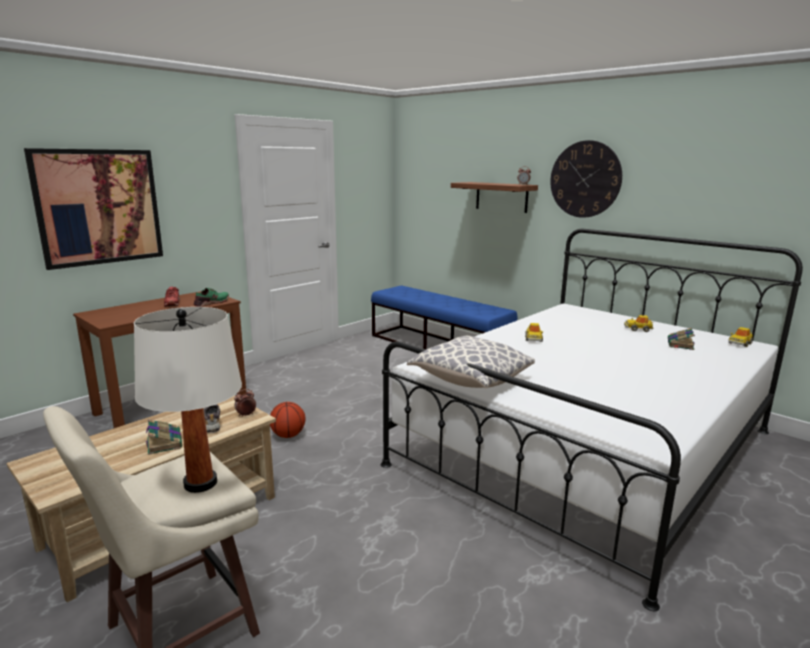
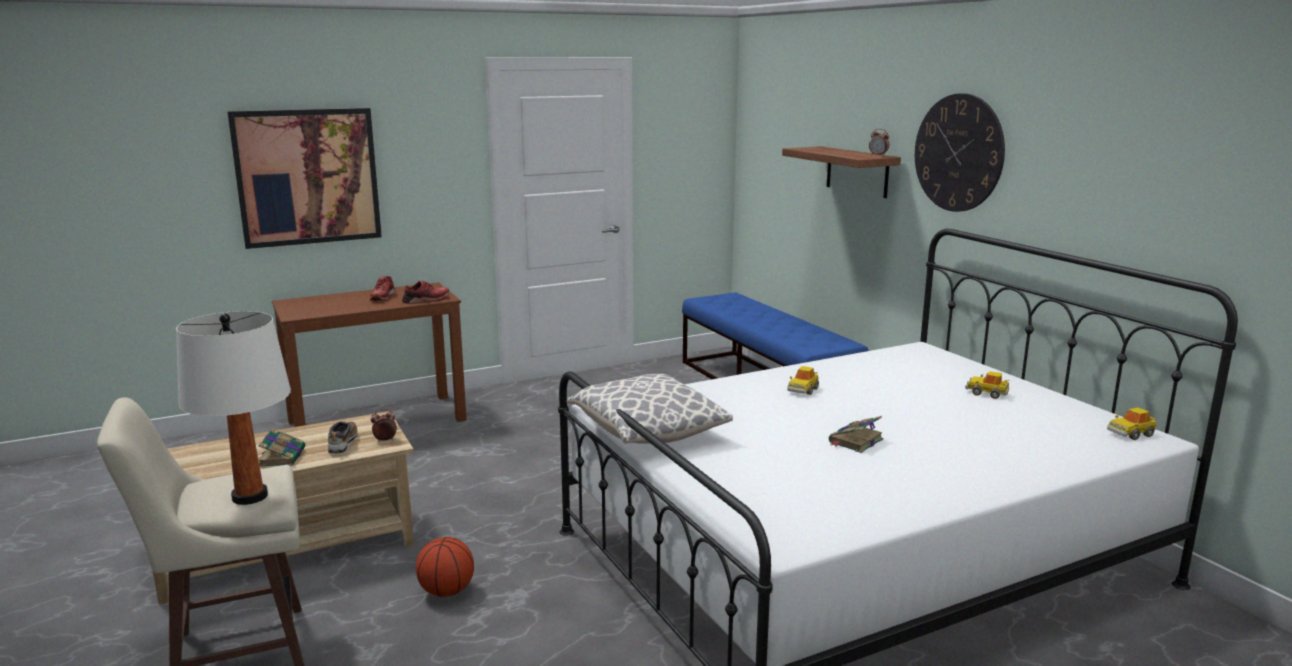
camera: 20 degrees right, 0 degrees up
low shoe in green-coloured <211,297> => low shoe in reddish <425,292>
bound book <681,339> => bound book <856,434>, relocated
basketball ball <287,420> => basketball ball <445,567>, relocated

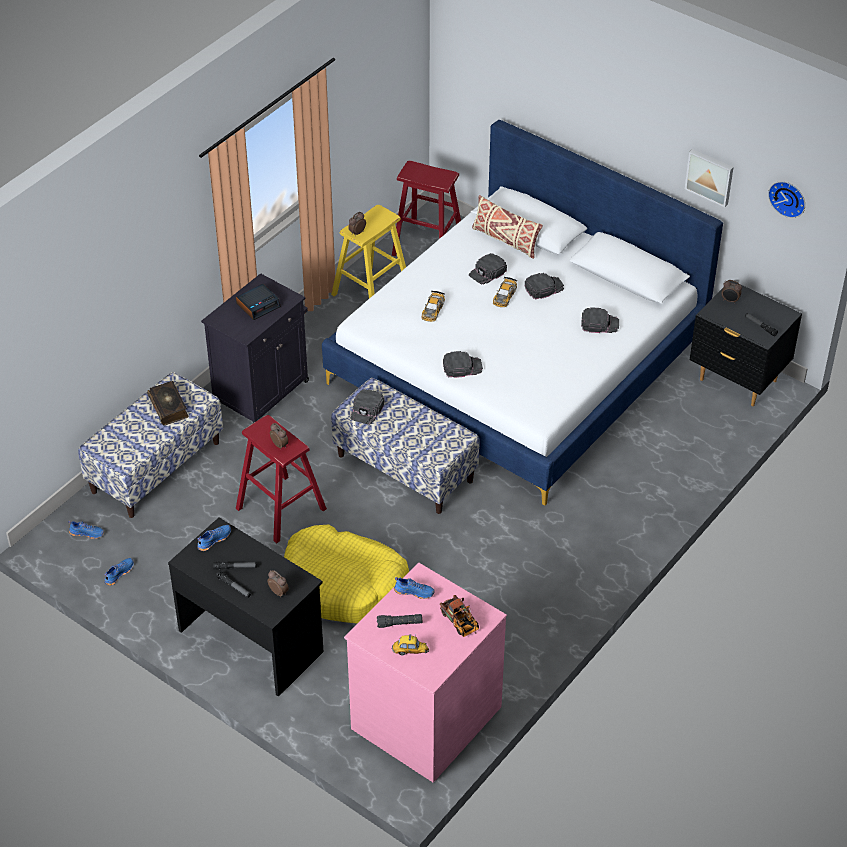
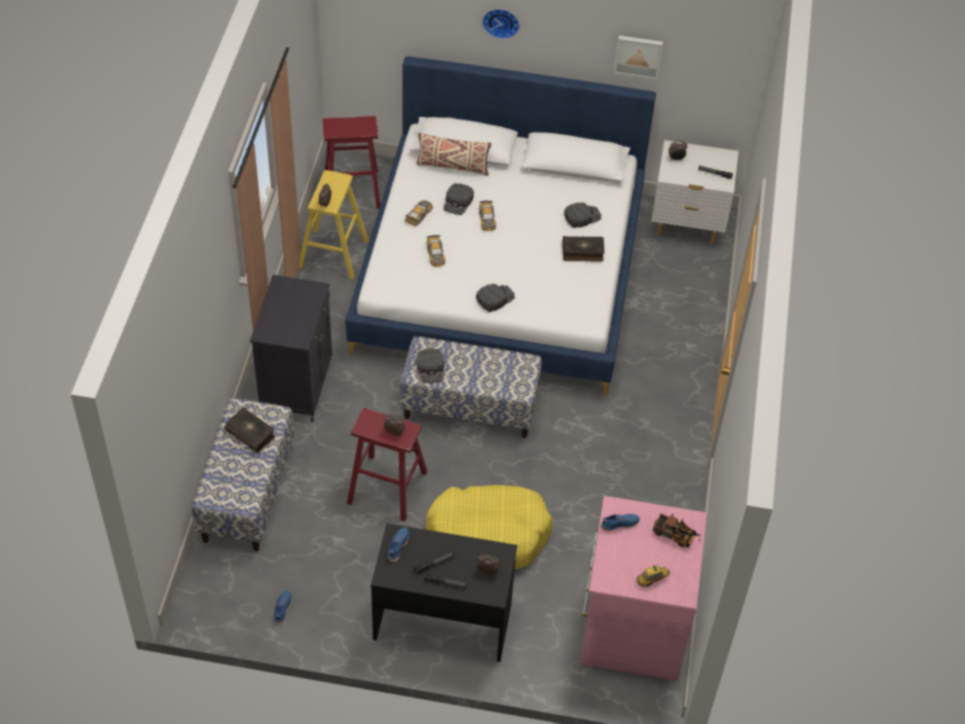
camera: 30 degrees left, 5 degrees up
wall clock <786,199> => wall clock <501,24>, relocated
baseball cap in black-coloured <544,286> => nothing
nightstand in black-coloured <746,343> => nightstand in white-coloured <695,192>
bedside clock <258,302> => nothing
low shoe in blue <86,530> => nothing
hand torch in black-coloured <399,621> => nothing
nothing => toy car <419,213>
nothing => bound book <583,249>

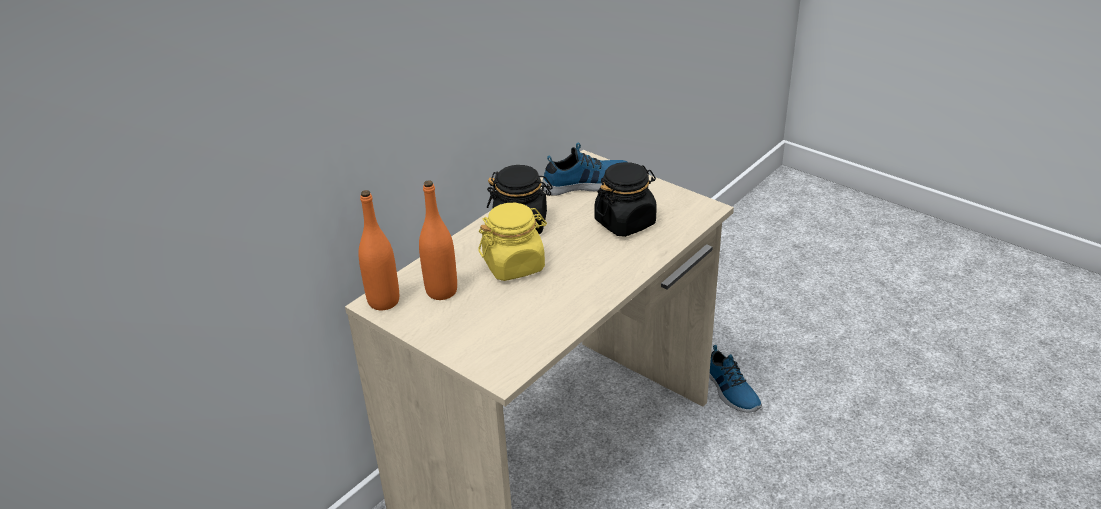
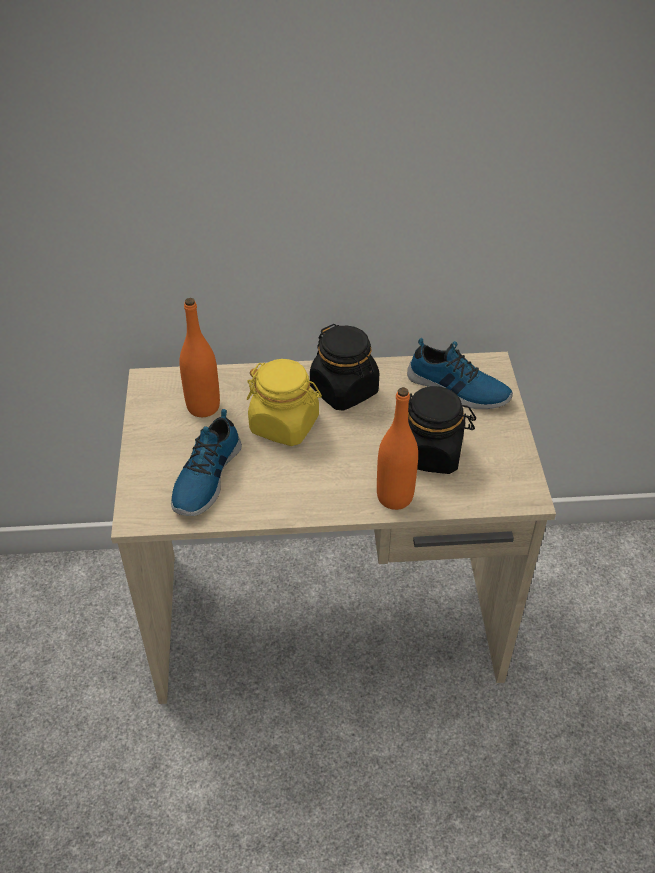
camera: 45 degrees right, 10 degrees up
drink bottle in orange-coloured <378,250> => drink bottle in orange-coloured <397,448>, relocated
low shoe <735,379> => low shoe <206,462>, relocated

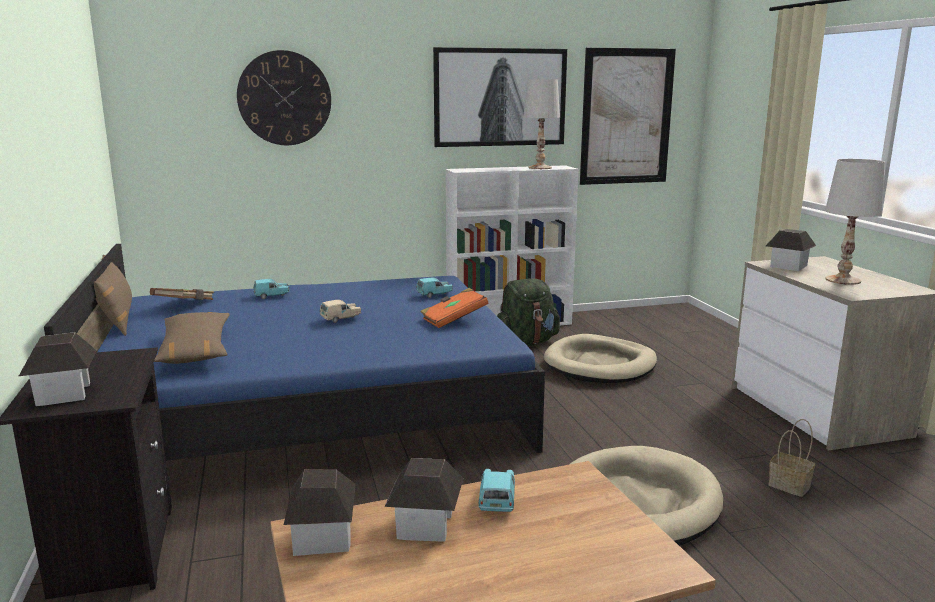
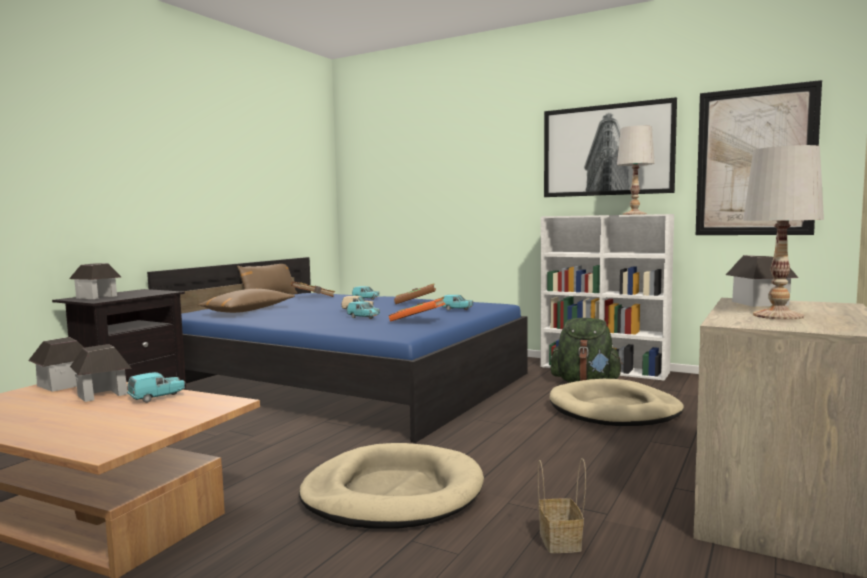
camera: 45 degrees right, 10 degrees down
wall clock <284,97> => nothing
nothing => bound book in brown <415,293>
nothing => toy car in turquoise-coloured <363,310>

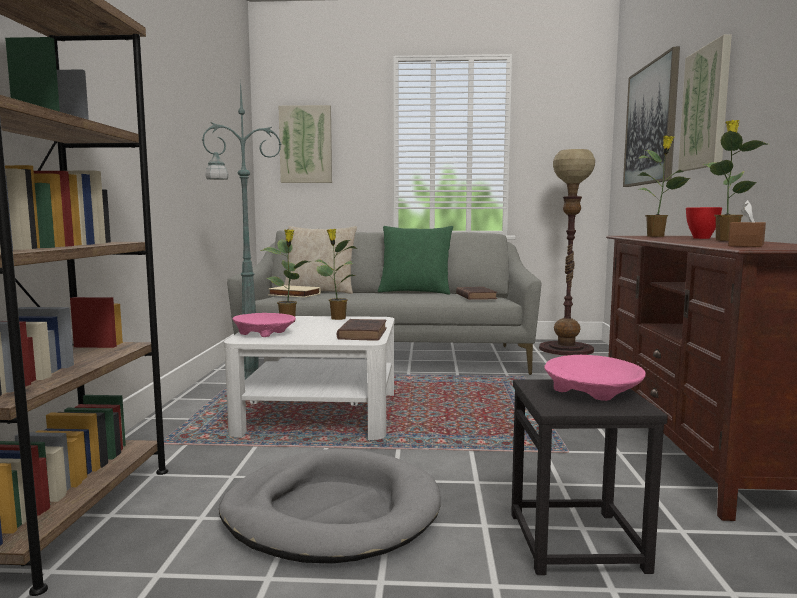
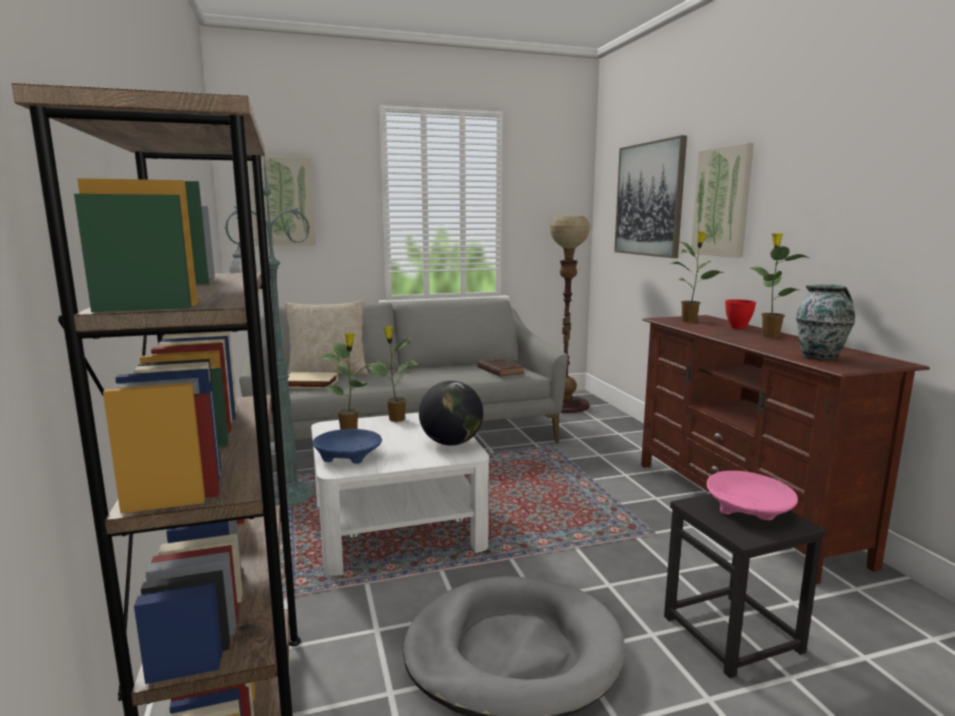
camera: 20 degrees left, 5 degrees up
tissue box in brown <747,223> => decorative vase <825,322>
cushion in green-coloured <415,260> => nothing
serving bowl in pink-coloured <264,325> => serving bowl in blue <347,446>
bound book in brown <362,330> => desk globe <451,413>

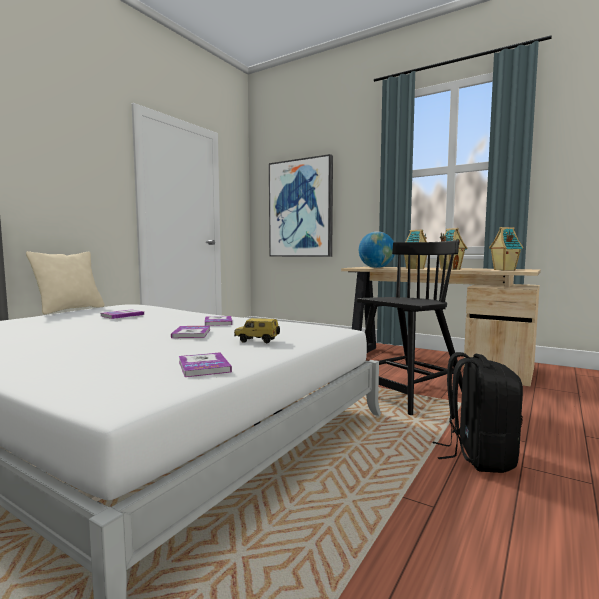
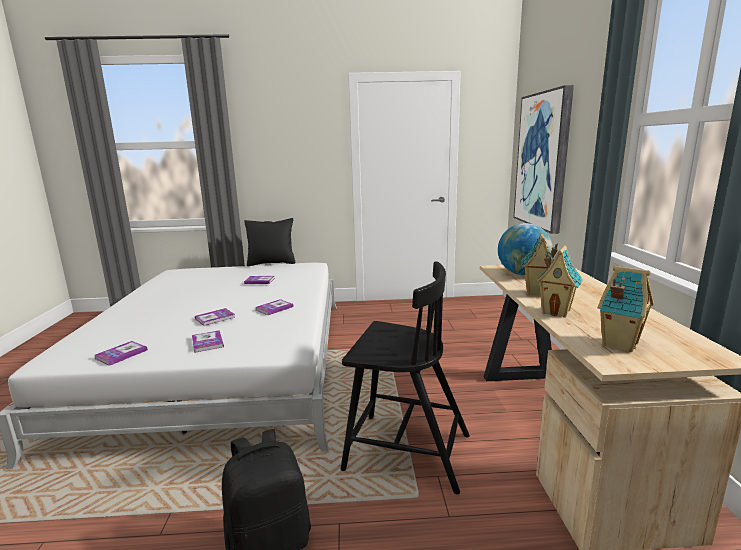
camera: 55 degrees right, 10 degrees up
cushion in sand-coloured <65,282> => cushion in black-coloured <269,242>
toy car <257,331> => bound book <208,341>

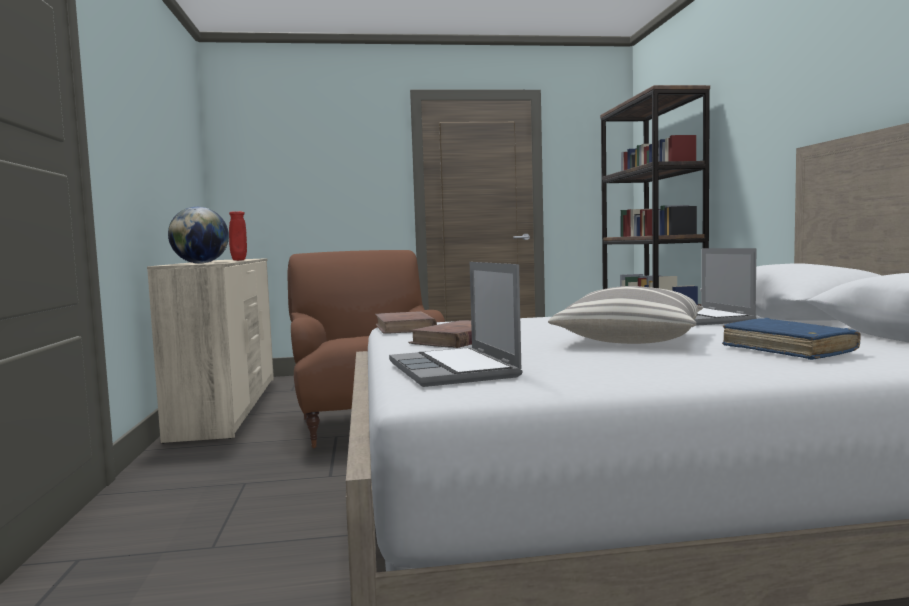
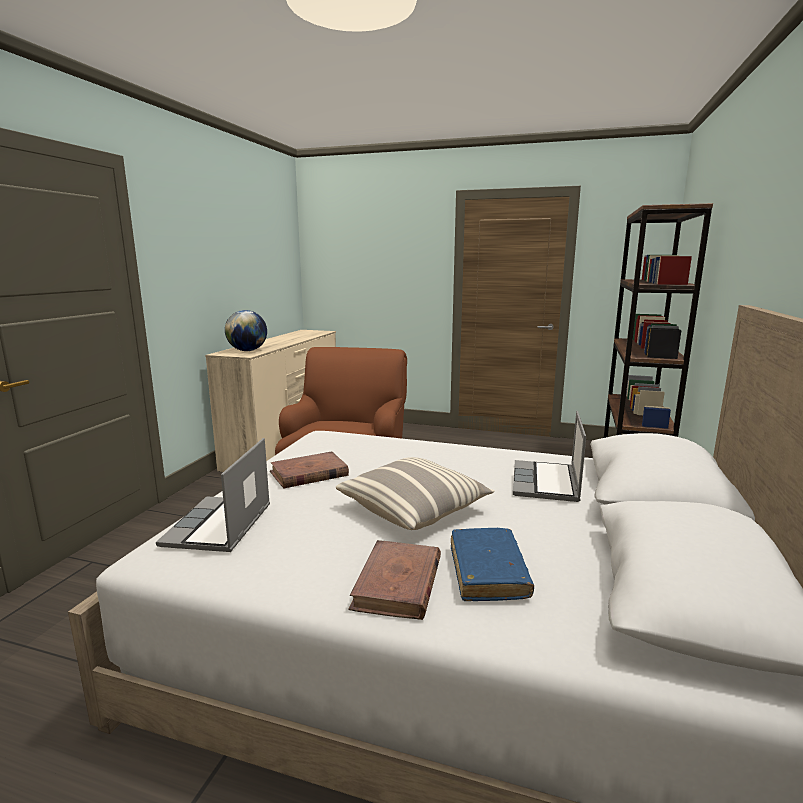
camera: 25 degrees right, 10 degrees up
decorative vase in reddish <238,236> => nothing
bound book in brown <406,322> => bound book in brown <394,580>, relocated

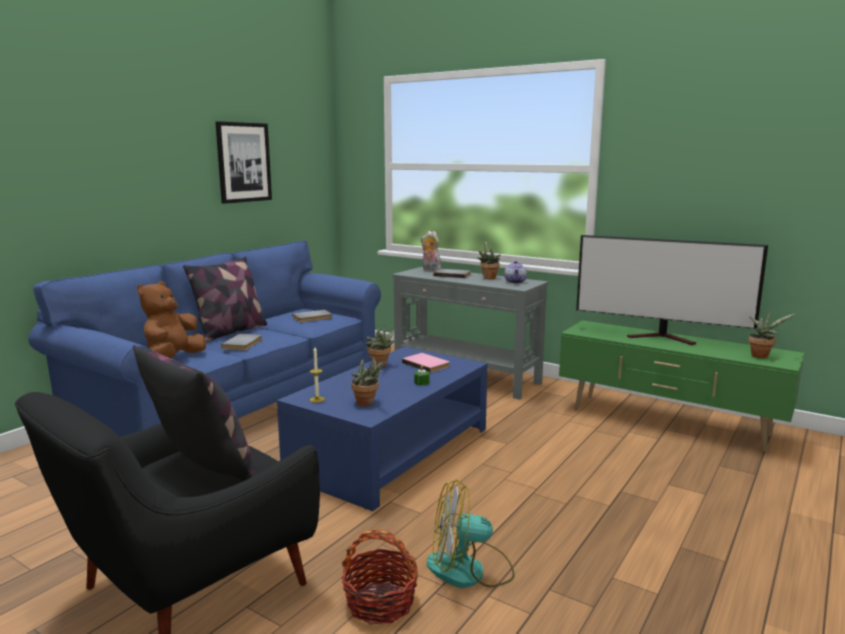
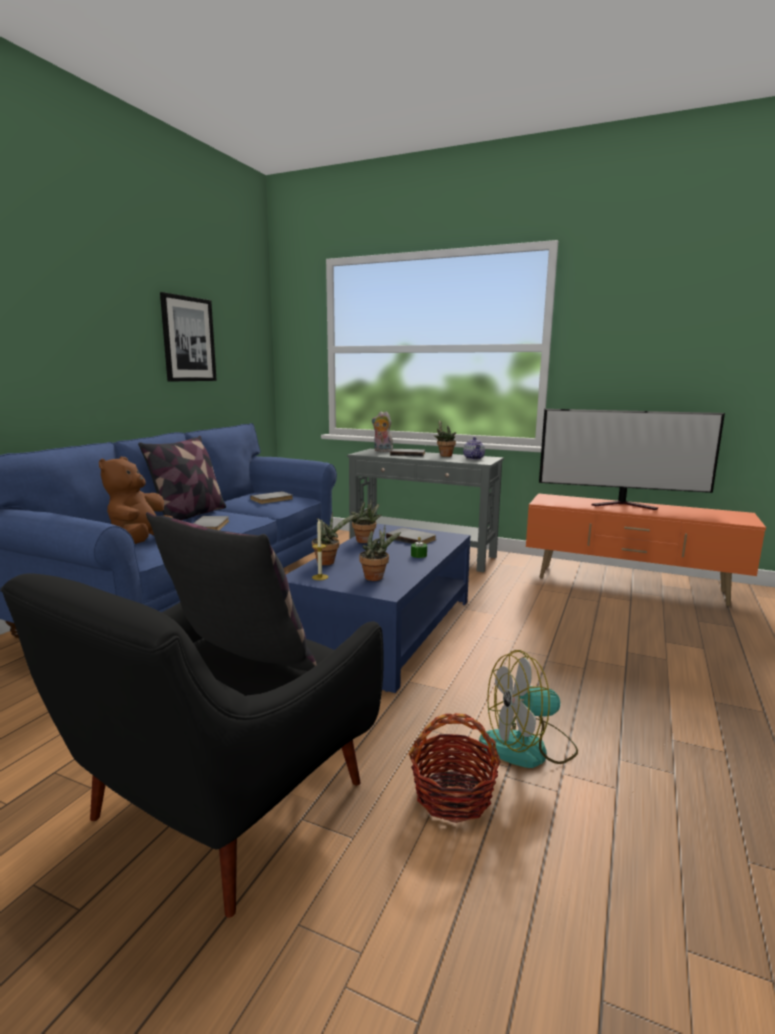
camera: 10 degrees left, 0 degrees up
plant in a pot <771,335> => plant in a pot <334,538>, relocated
media console in green-coloured <681,386> => media console in orange-coloured <646,549>
bound book in pink-coloured <426,363> => bound book in grey <411,536>

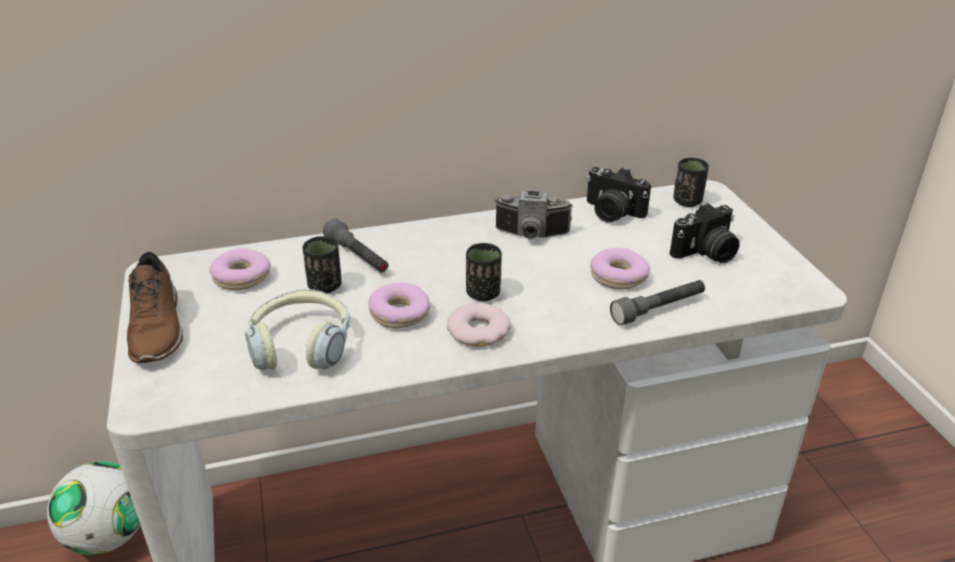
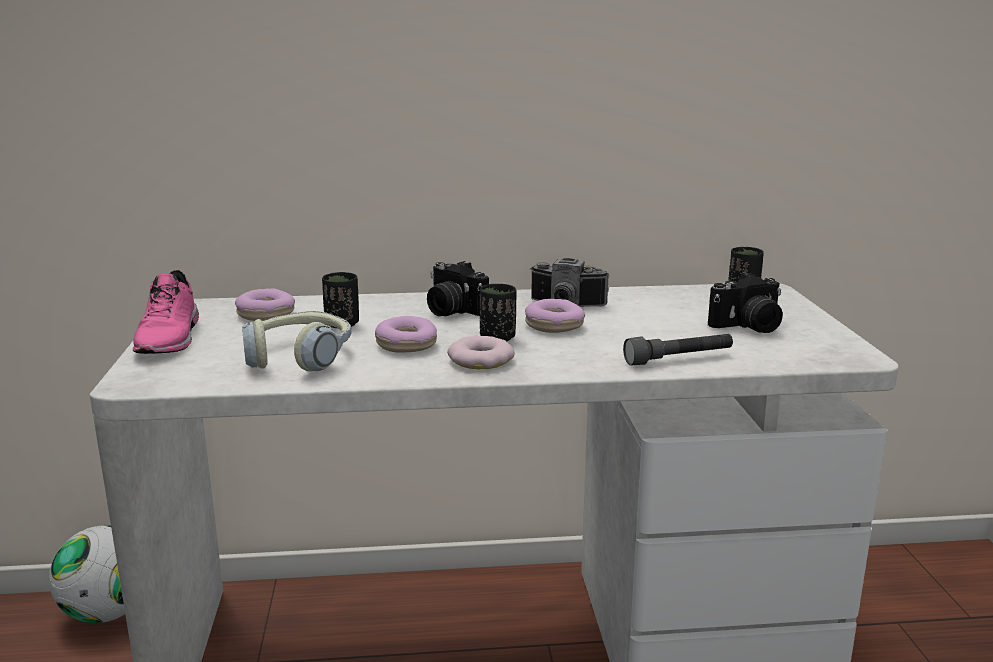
camera: 10 degrees right, 15 degrees down
photo camera <618,195> => photo camera <458,288>, relocated
hand torch in grey <355,245> => nothing
donut <620,269> => donut <555,316>, relocated
low shoe in brown <155,307> => low shoe in pink-coloured <166,312>

